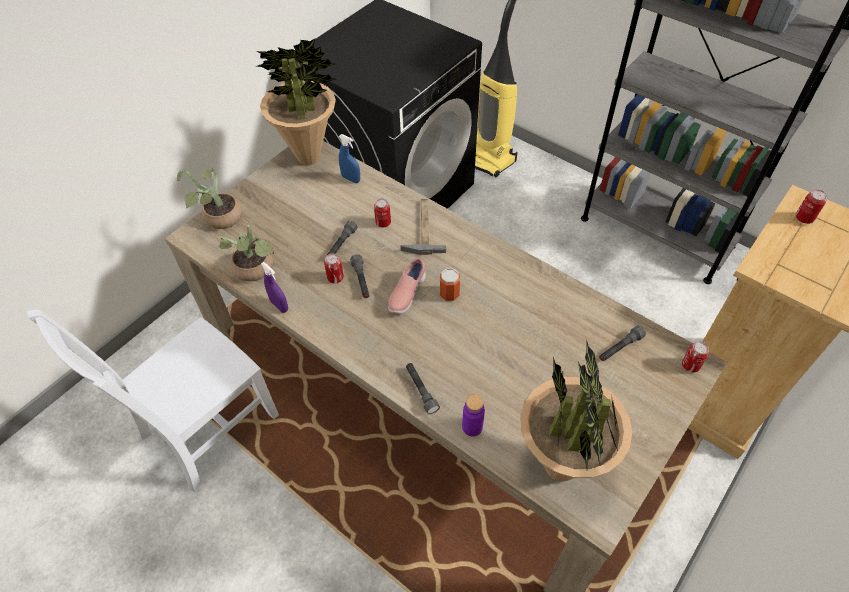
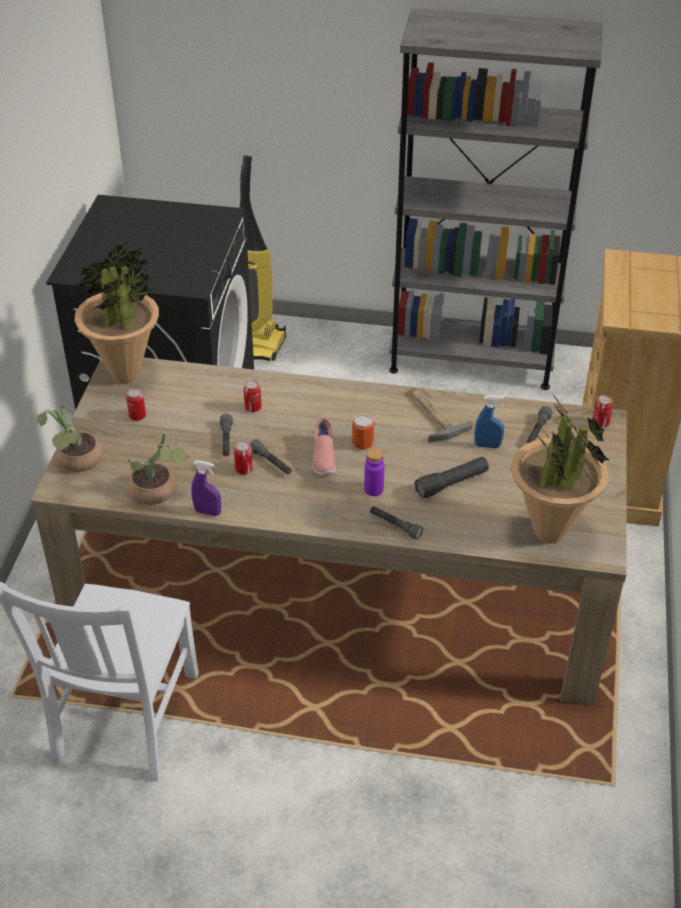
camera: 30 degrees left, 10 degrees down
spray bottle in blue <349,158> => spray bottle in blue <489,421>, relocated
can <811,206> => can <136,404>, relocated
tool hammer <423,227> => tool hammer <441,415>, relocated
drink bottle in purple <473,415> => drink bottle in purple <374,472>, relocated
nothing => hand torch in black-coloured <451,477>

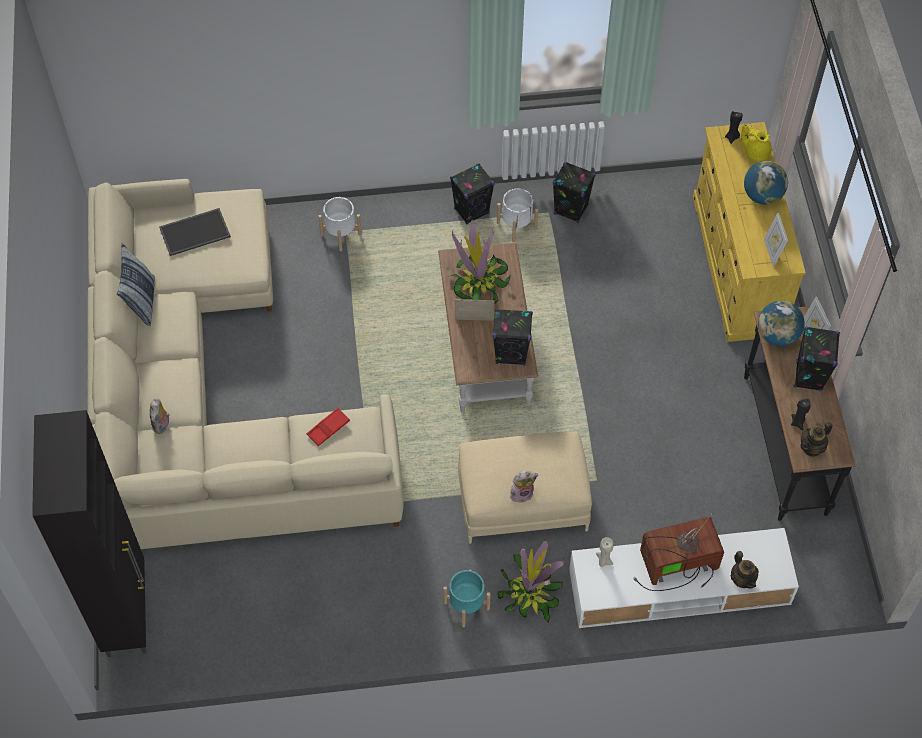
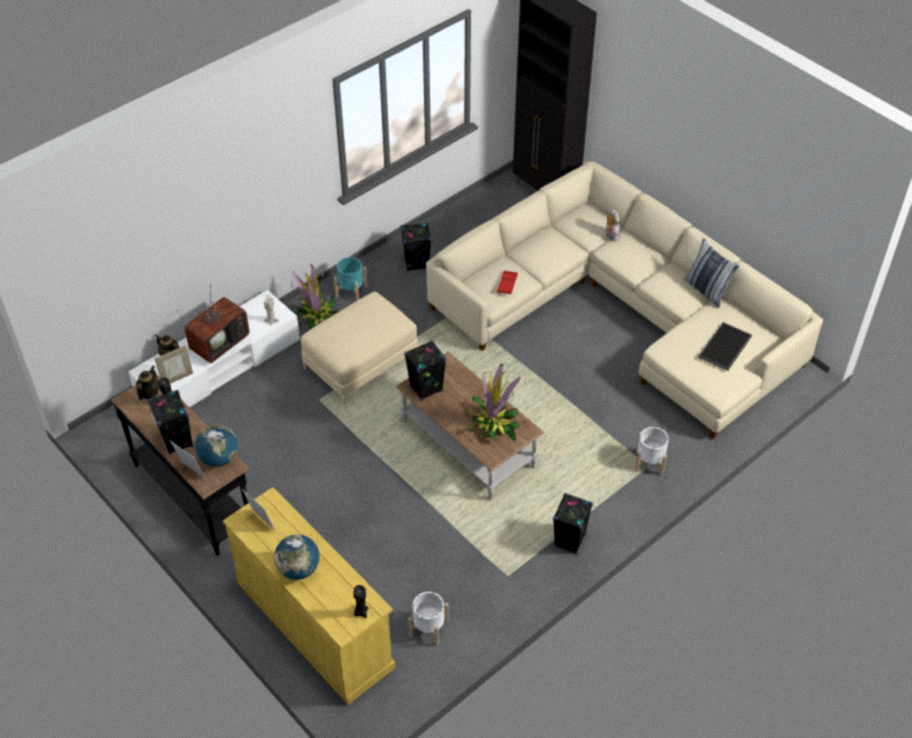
camera: 145 degrees right, 10 degrees down
teapot in yellowish <756,142> => nothing
loudspeaker in black-coloured <574,192> => loudspeaker in black-coloured <416,247>, relocated
planter in white-coloured <517,215> => planter in white-coloured <428,619>, relocated
picture frame <475,310> => picture frame <173,364>, relocated
cuddly toy <524,487> => nothing

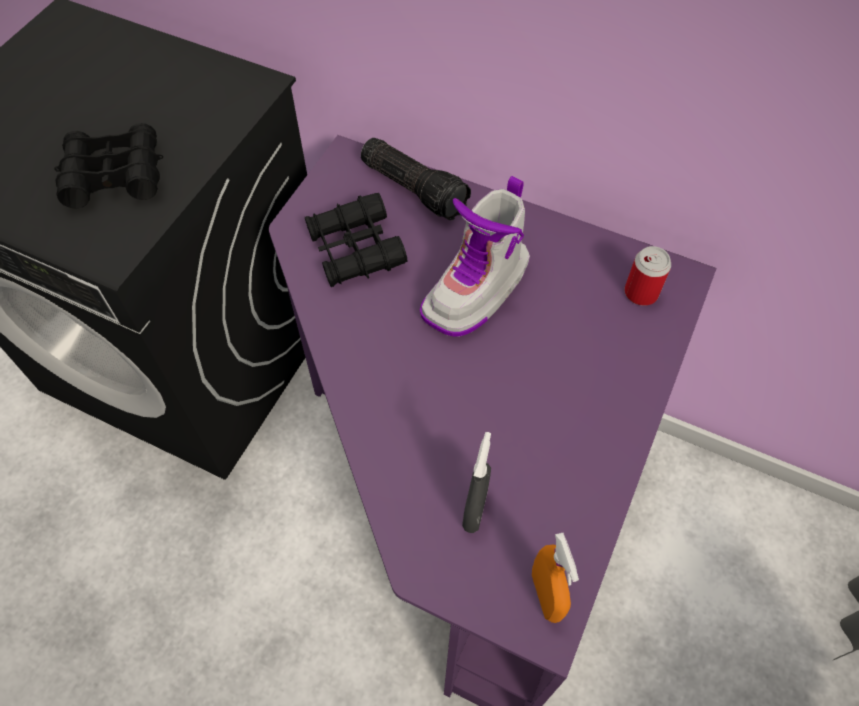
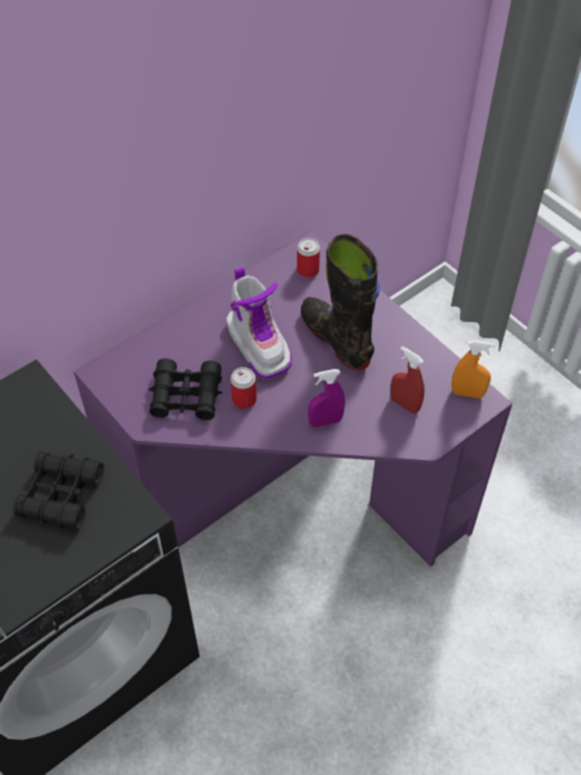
camera: 65 degrees left, 5 degrees down
hand torch <416,179> => nothing
spray bottle in grey <476,482> => spray bottle in reddish <407,380>
nothing => boot in black-coloured <340,302>
nothing => can <243,388>
nothing => spray bottle in purple <326,398>

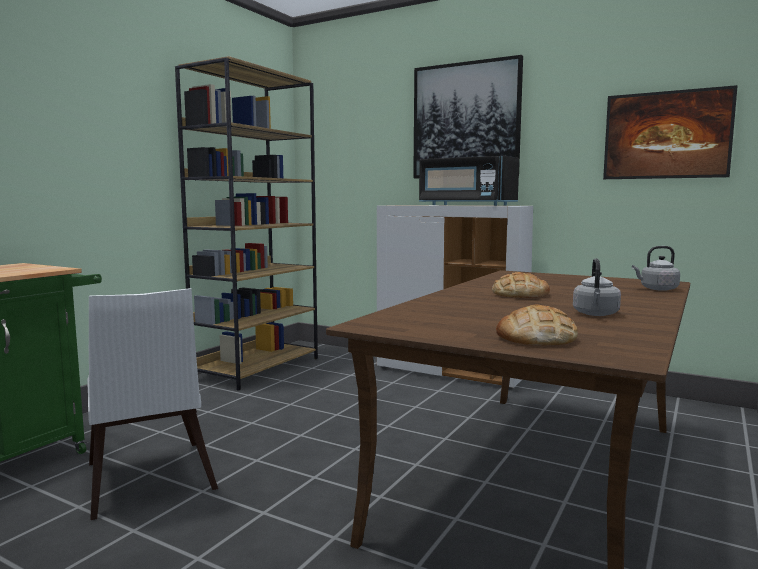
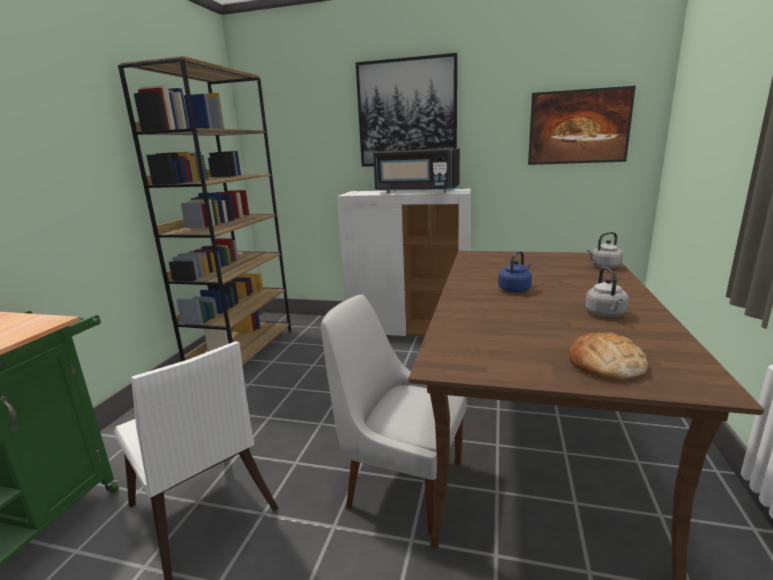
camera: 15 degrees left, 10 degrees up
bakery bread <521,285> => water kettle in blue <515,272>
nothing => plain chair in white-coloured <394,414>

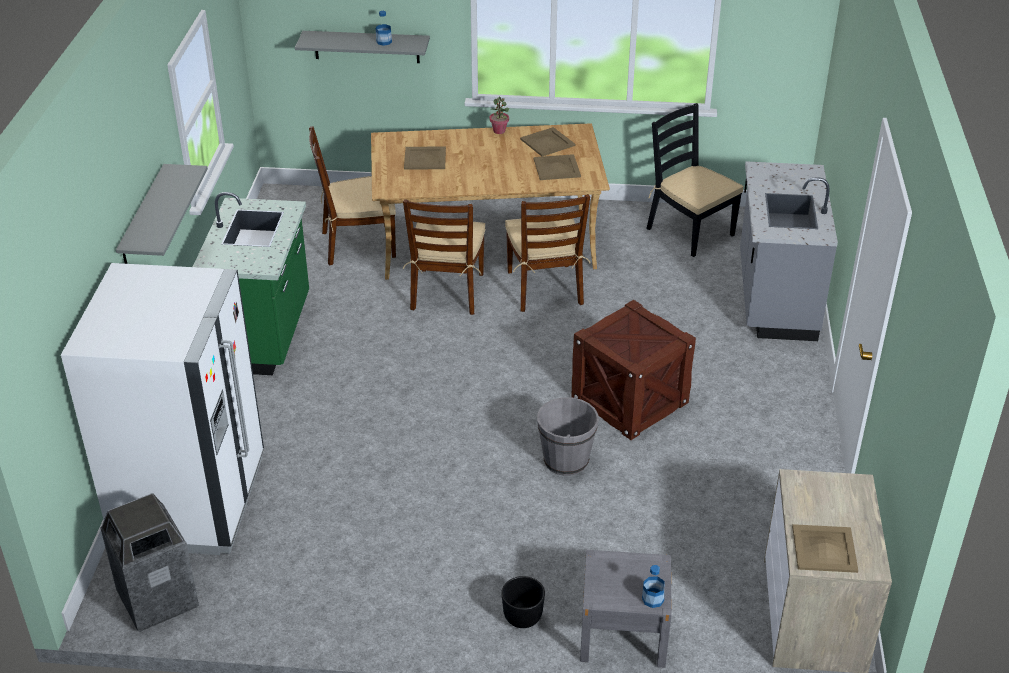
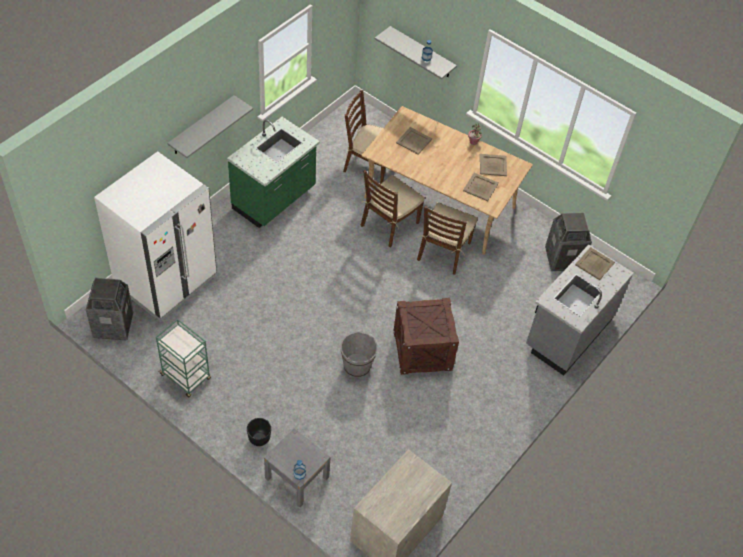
camera: 30 degrees right, 15 degrees up
plain chair in black-coloured <695,180> => trash can <568,242>
tray in sand-coloured <825,548> => tray in sand-coloured <595,263>, relocated
nothing => wheeled cart in green-coloured <183,358>

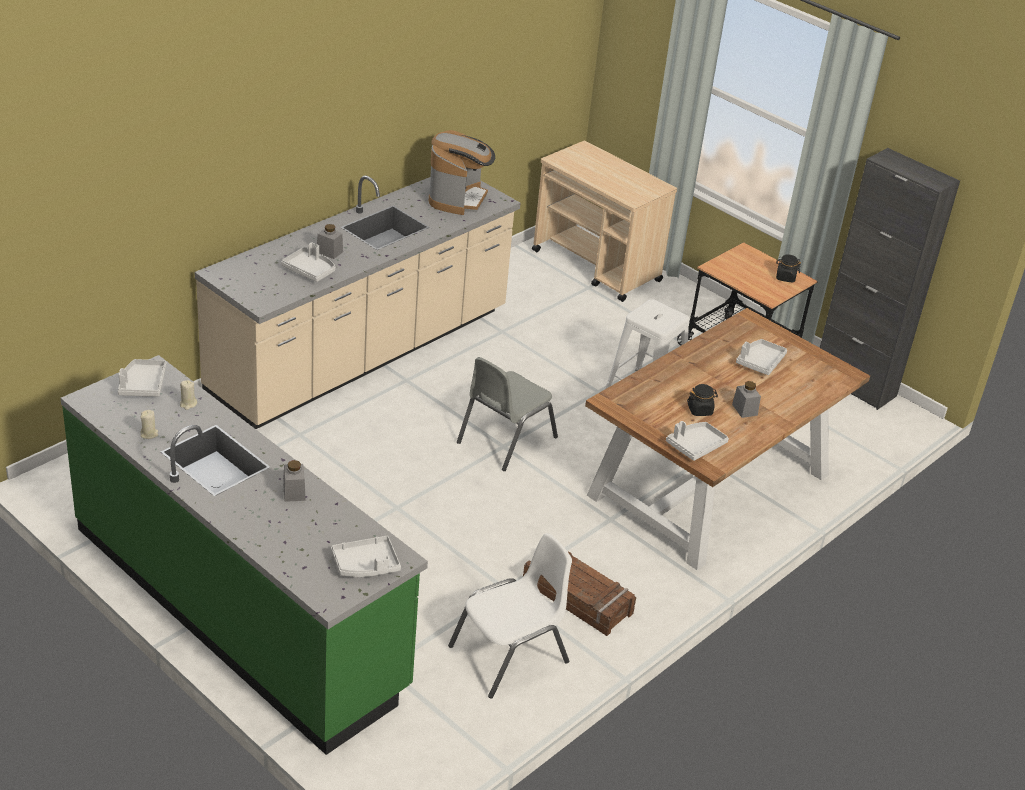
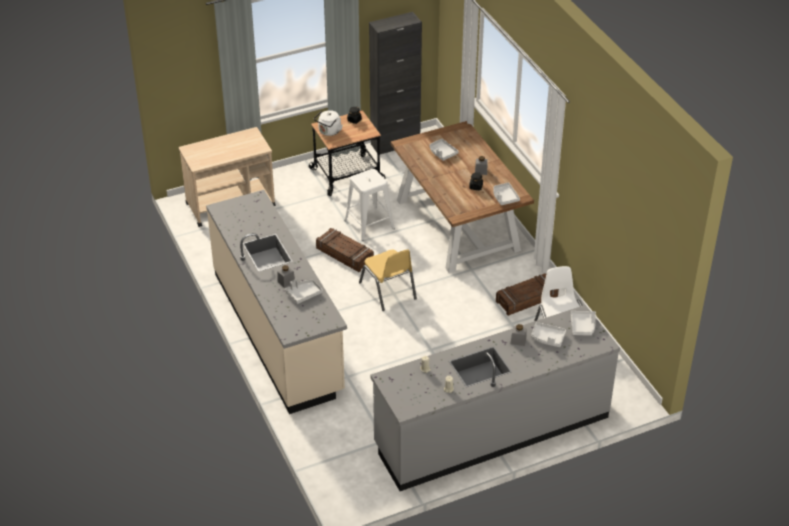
camera: 65 degrees left, 5 degrees up
coffee maker <462,172> => nothing
kitchen counter in green-coloured <244,555> => kitchen counter in grey <495,398>
plain chair in grey <507,414> => plain chair in yellowish <388,280>
tray in grey <142,378> => tray in grey <548,334>, relocated
nothing => water kettle in white-coloured <328,123>
nothing => shipping crate <345,250>

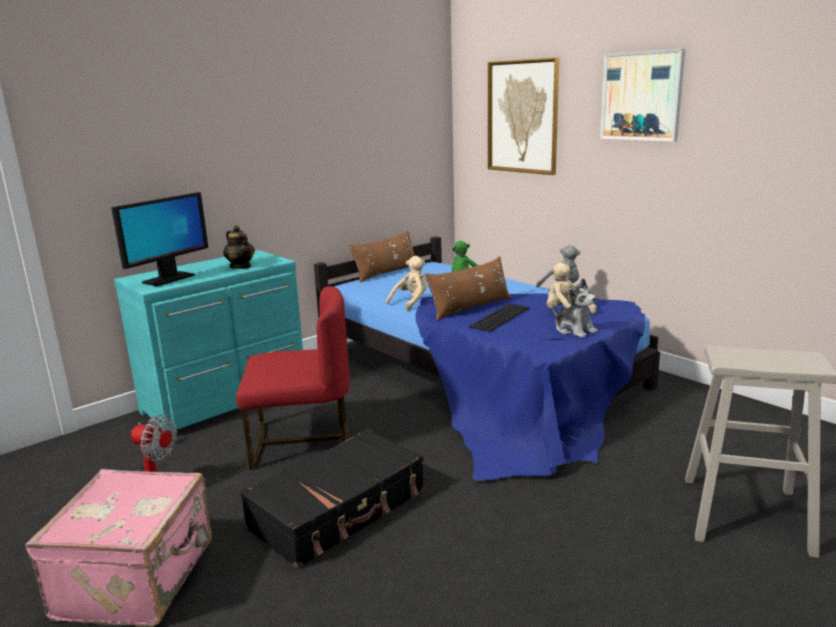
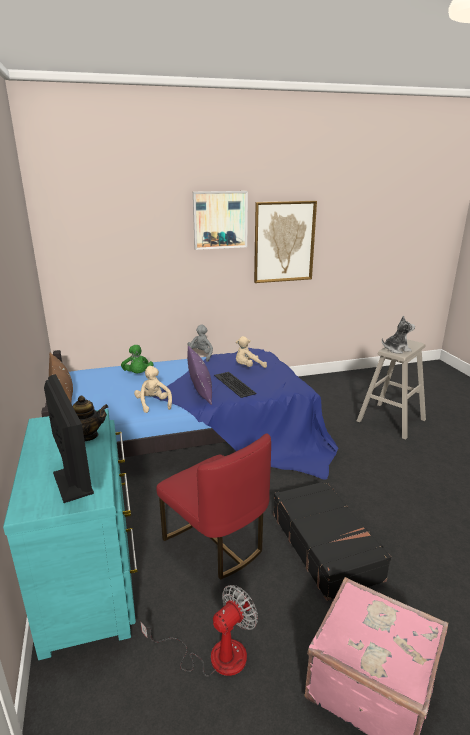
camera: 65 degrees left, 5 degrees up
wall picture <523,116> => wall picture <285,242>, relocated
cushion in brown <467,288> => cushion in purple <199,375>
cuddly toy <575,308> => cuddly toy <398,335>, relocated
plain chair in reddish <293,378> => plain chair in reddish <213,507>, 120 degrees clockwise

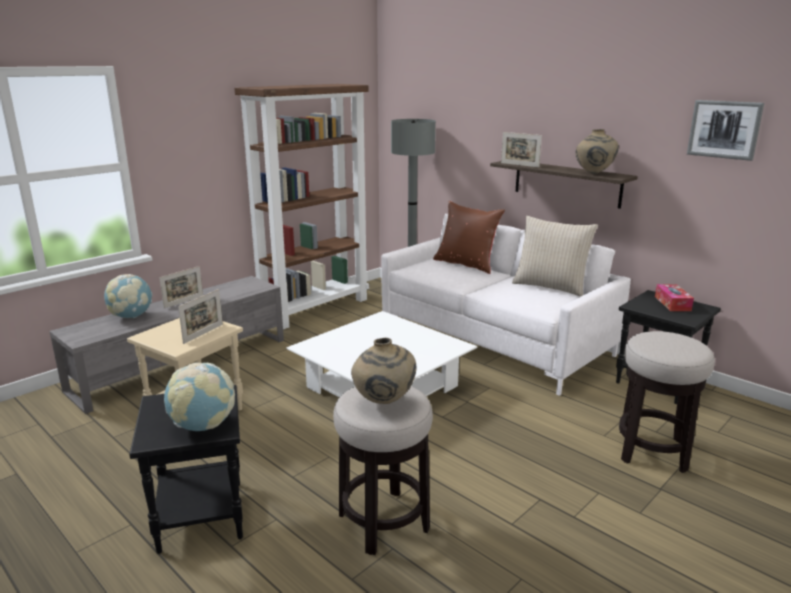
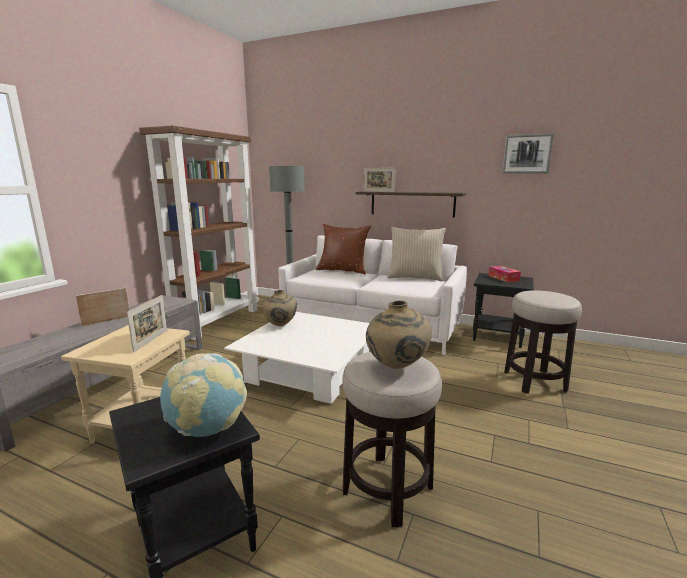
camera: 20 degrees left, 5 degrees down
decorative vase in sand-coloured <597,151> => decorative vase in sand-coloured <279,308>, relocated
picture frame <181,287> => picture frame <103,307>, 150 degrees counterclockwise
desk globe <128,296> => nothing

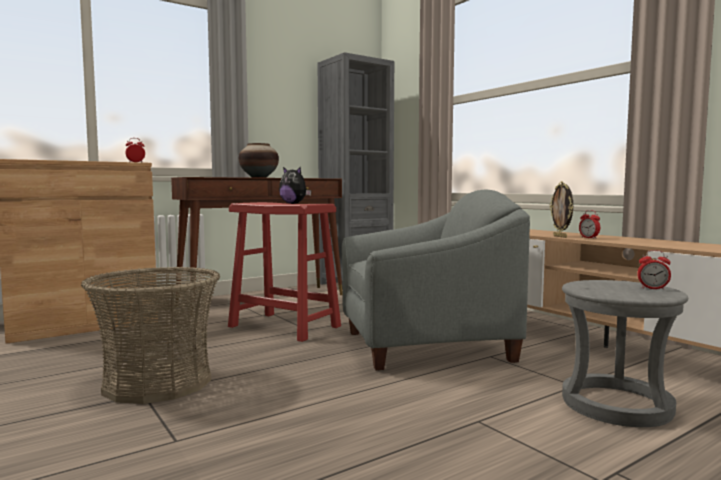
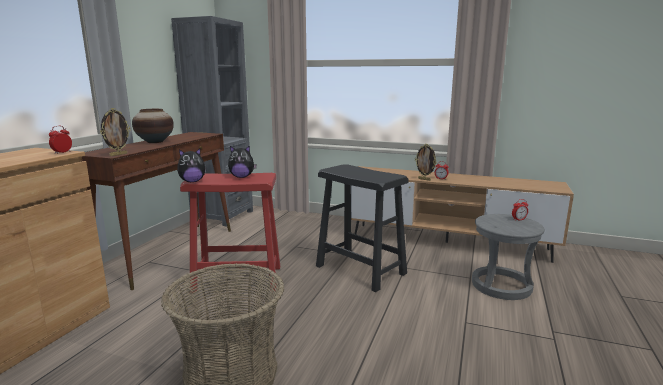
camera: 35 degrees left, 10 degrees up
armchair in grey <436,279> => stool in black-coloured <362,228>
nothing => picture frame <115,132>
nothing => cuddly toy <192,165>

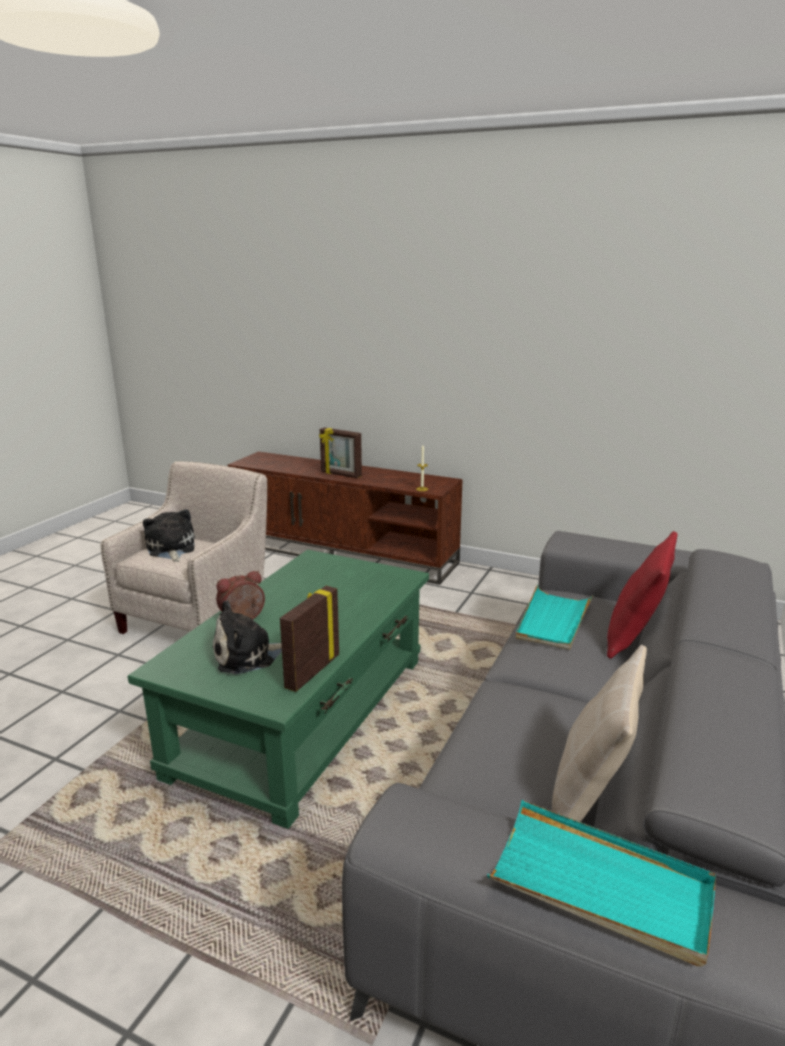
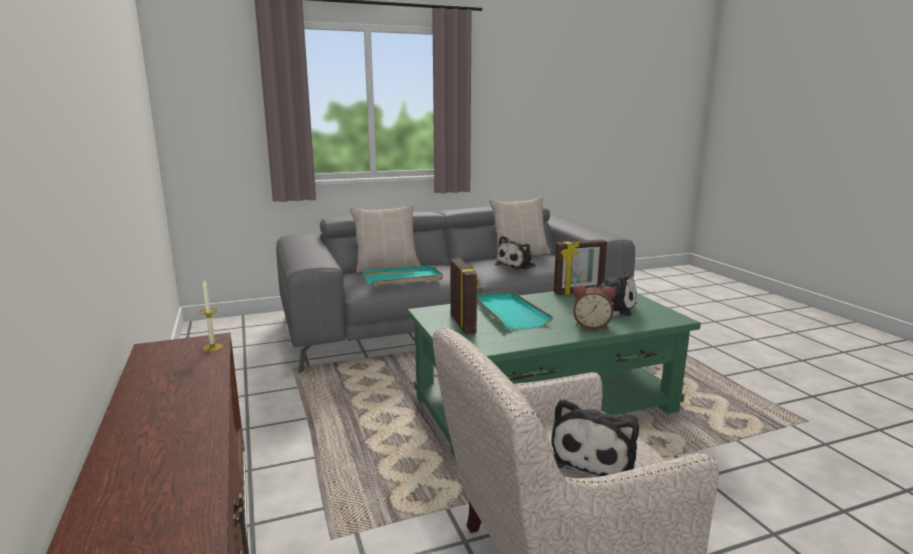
camera: 135 degrees left, 5 degrees down
picture frame <340,452> => picture frame <464,296>, relocated
cushion in reddish <642,595> => cushion in sand-coloured <385,238>
tray in turquoise-coloured <601,883> => tray in turquoise-coloured <515,310>, relocated
nothing => cuddly toy <515,253>

